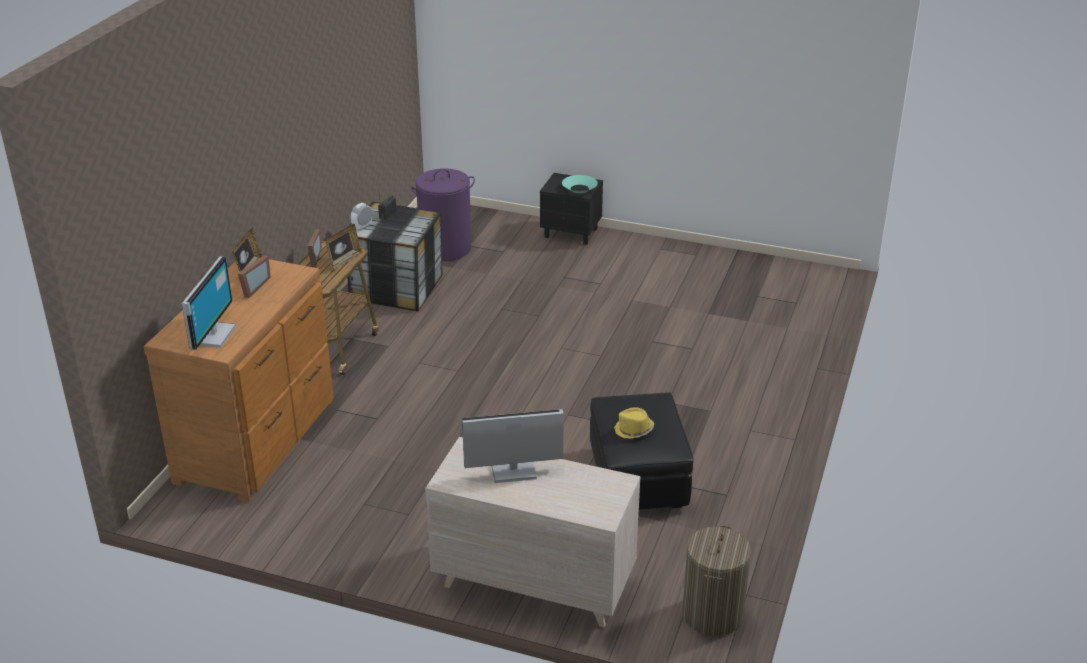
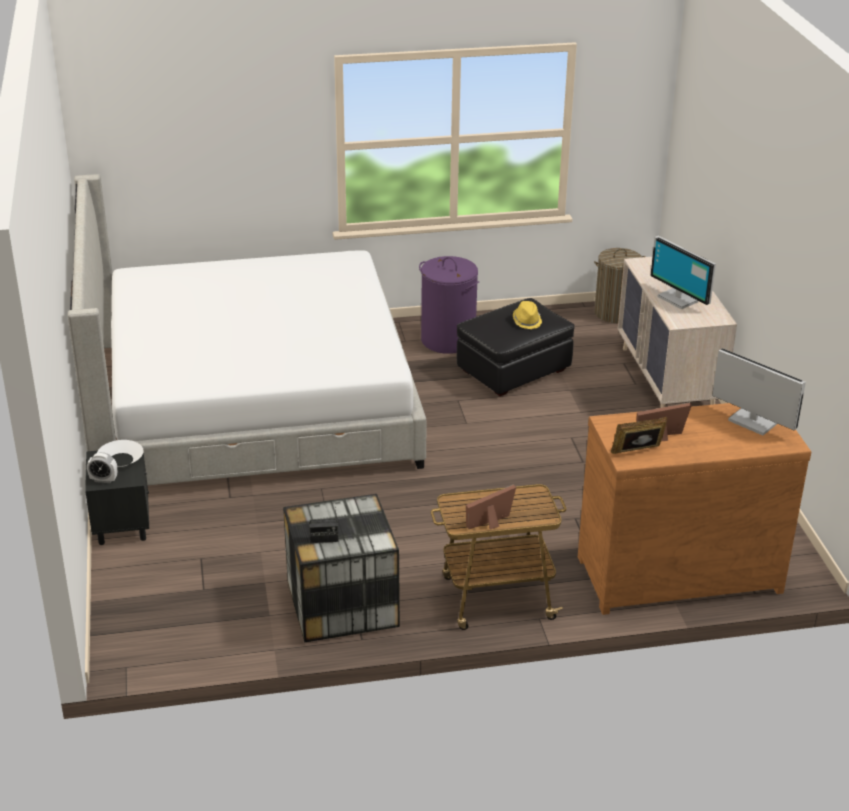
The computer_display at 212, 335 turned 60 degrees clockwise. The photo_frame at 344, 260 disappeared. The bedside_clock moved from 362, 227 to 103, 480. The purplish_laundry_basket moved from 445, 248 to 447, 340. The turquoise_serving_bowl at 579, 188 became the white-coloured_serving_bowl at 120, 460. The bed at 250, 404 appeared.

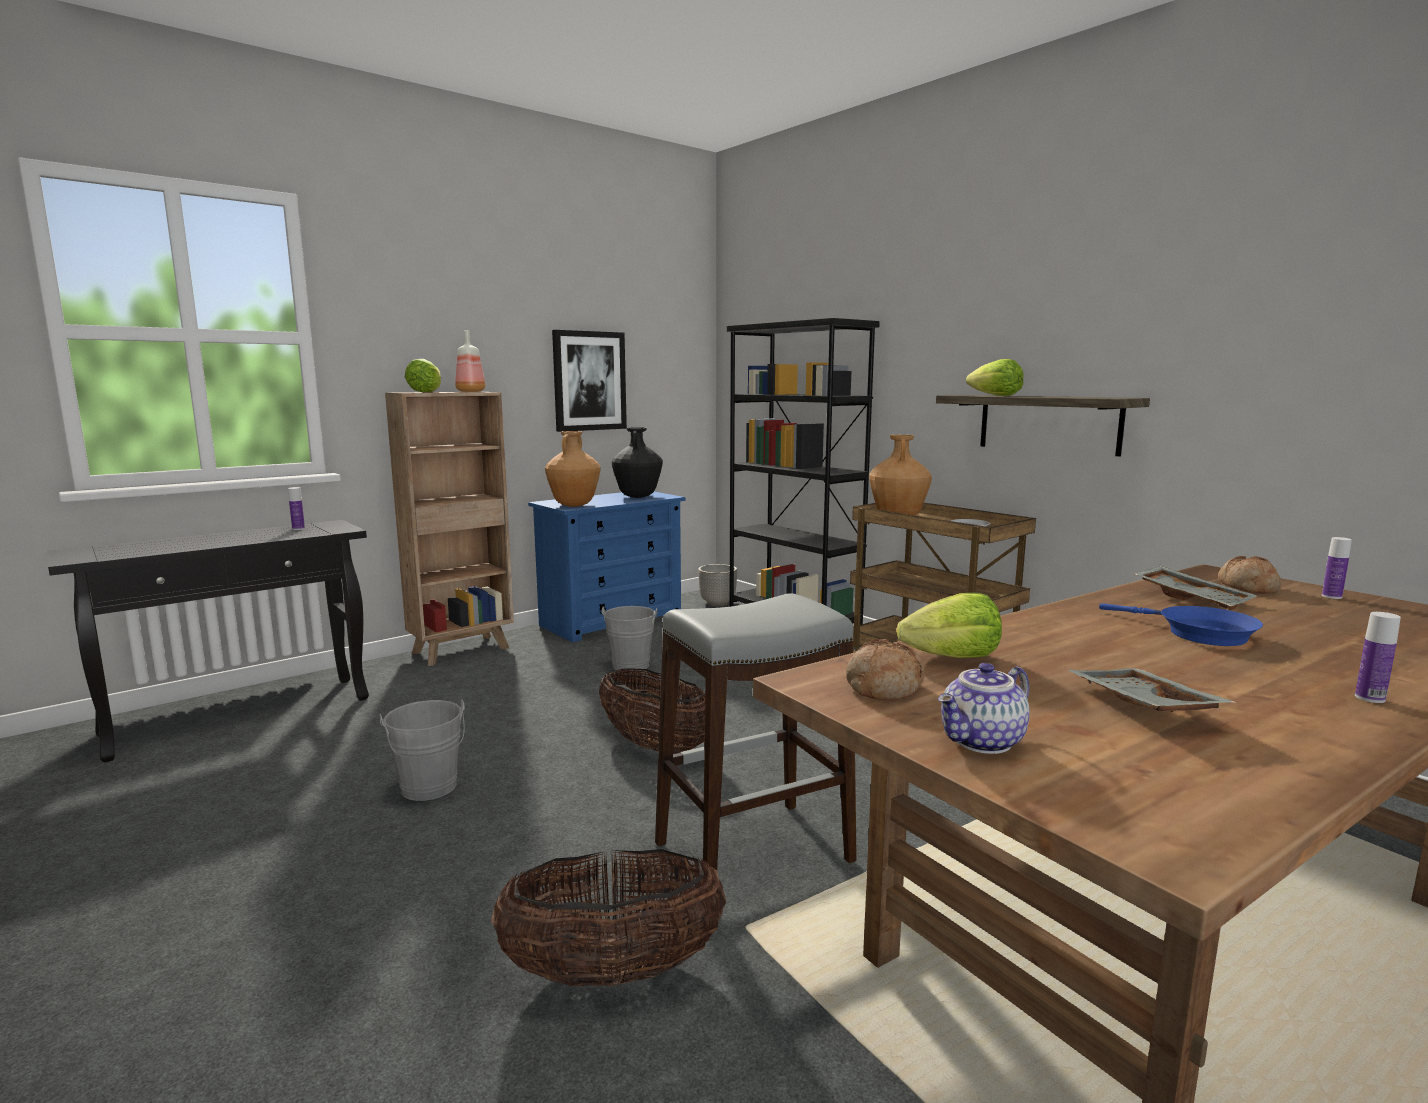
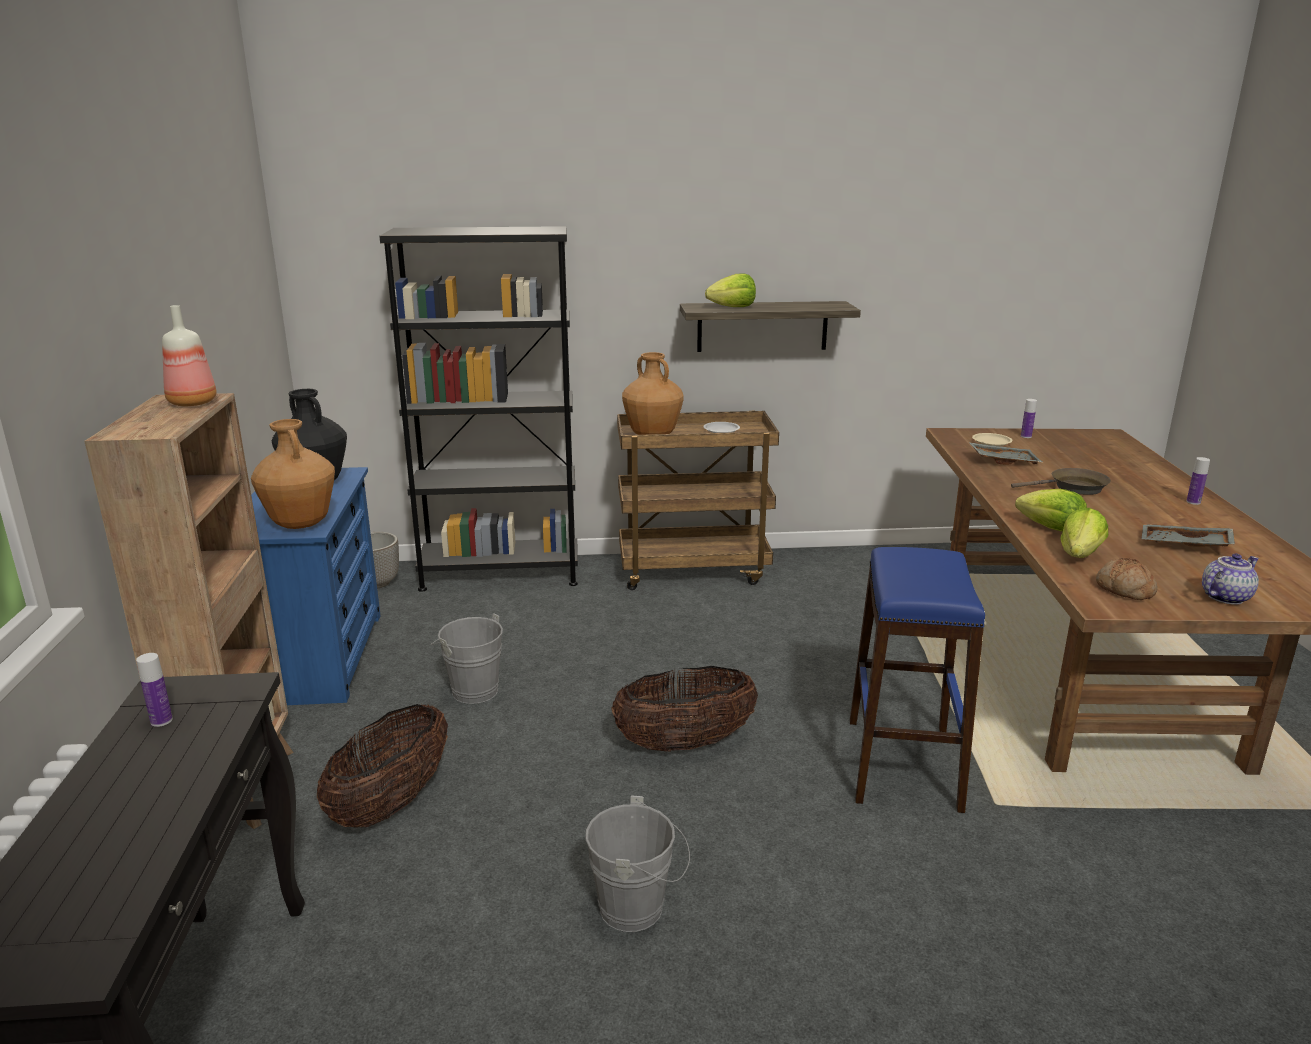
The lettuce_head moved from 426, 392 to 1050, 528. The basket moved from 612, 972 to 391, 803. The wall_picture at 589, 381 disappeared. The greyish_stool_seat at 754, 851 became the blue_stool_seat at 902, 763. The tea_pot at 983, 742 turned 120 degrees counterclockwise. The blue_frying_pan at 1198, 633 became the brown_frying_pan at 1073, 488. The baked_bread at 1247, 587 was replaced by the sand-coloured_flat_dish at 991, 442.

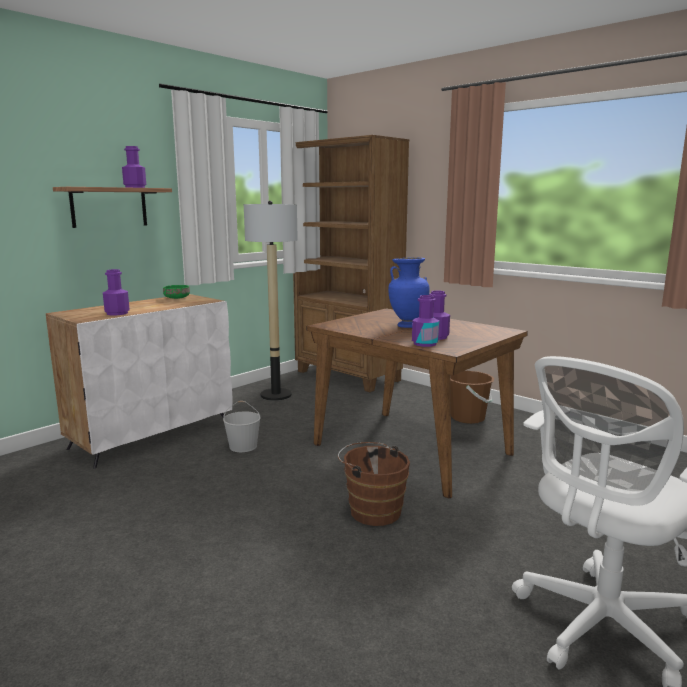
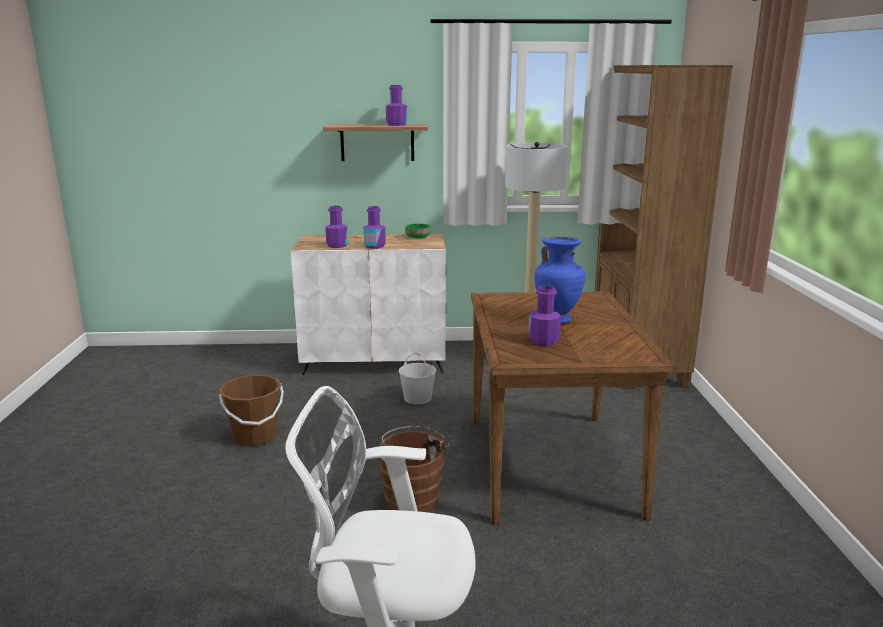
The purplish_beverage_bottle moved from 425, 343 to 374, 246. The brown_bucket moved from 468, 418 to 255, 436.

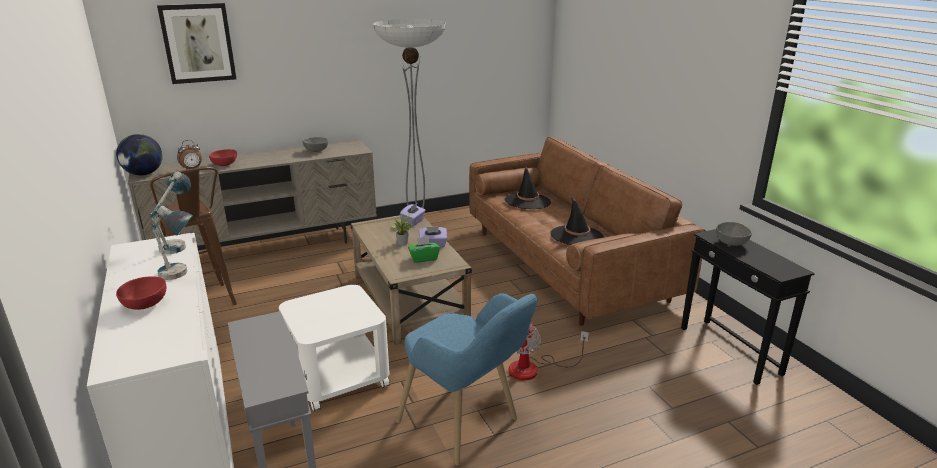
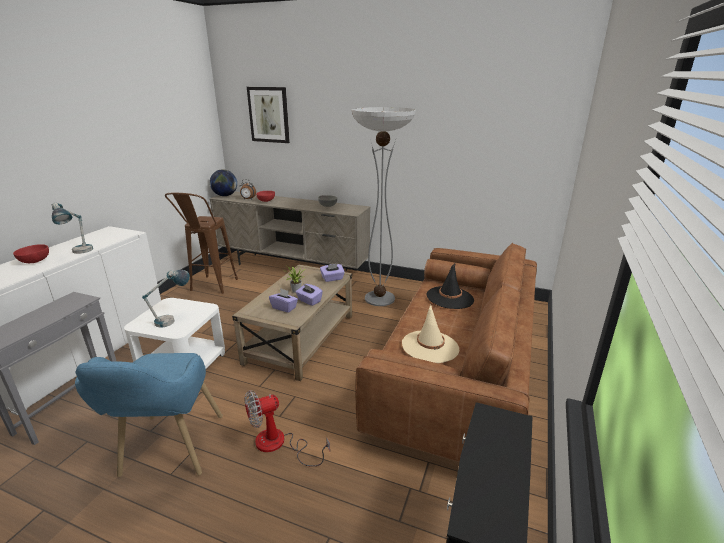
The table_lamp moved from 179, 243 to 173, 319. The green_box_of_tissues at 424, 258 became the purplish_box_of_tissues at 284, 307. The blackish_clothing_hat at 576, 236 became the sand-coloured_clothing_hat at 430, 346. The greyish_serving_bowl at 732, 243 disappeared.

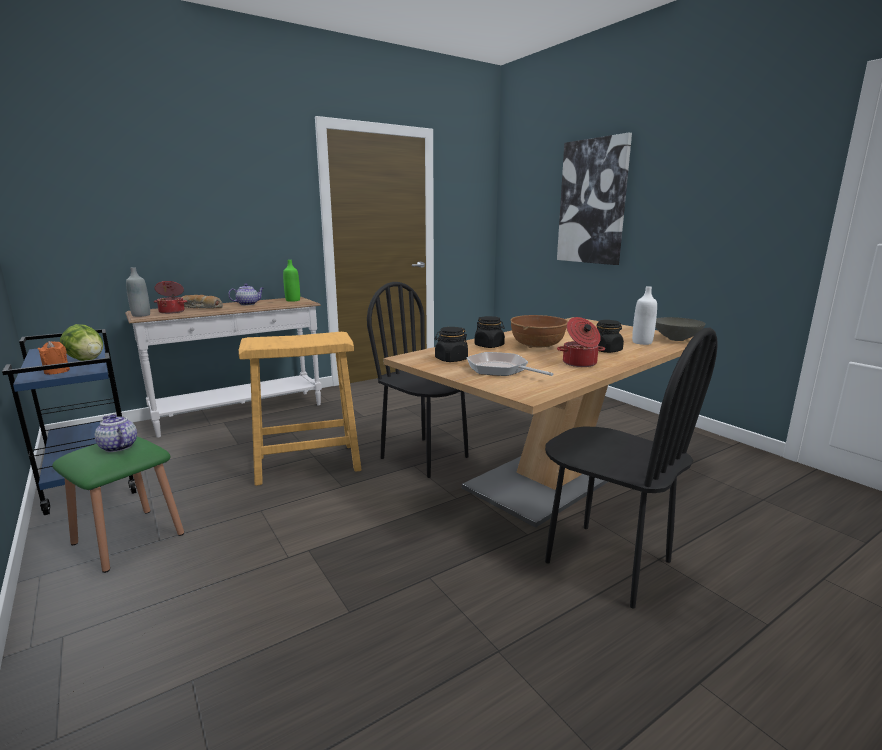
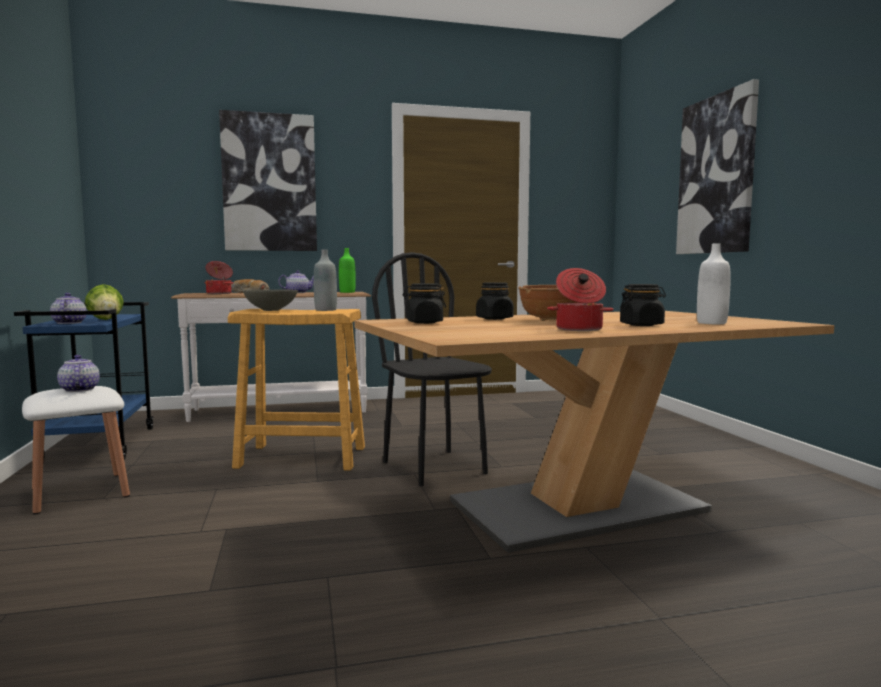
The orangey_wax_candle at 57, 371 was replaced by the tea_pot at 69, 323. The green_stool_seat at 128, 538 became the white-coloured_stool_seat at 80, 492. The greyish_beverage_bottle moved from 141, 315 to 325, 310. The frying_pan at 500, 370 disappeared. The blackish_upright_chair at 607, 562 disappeared. The greyish_serving_bowl moved from 677, 339 to 271, 310. The wall_picture at 269, 183 appeared.

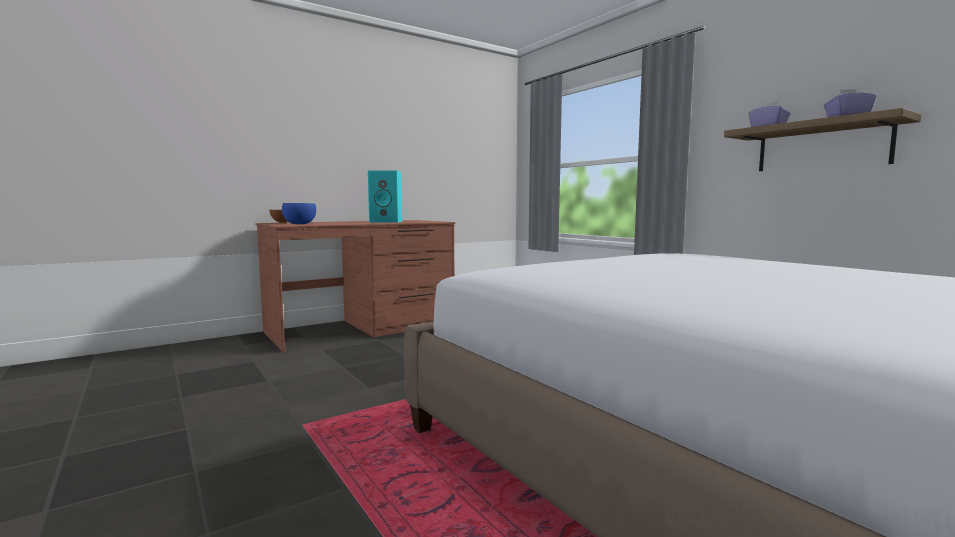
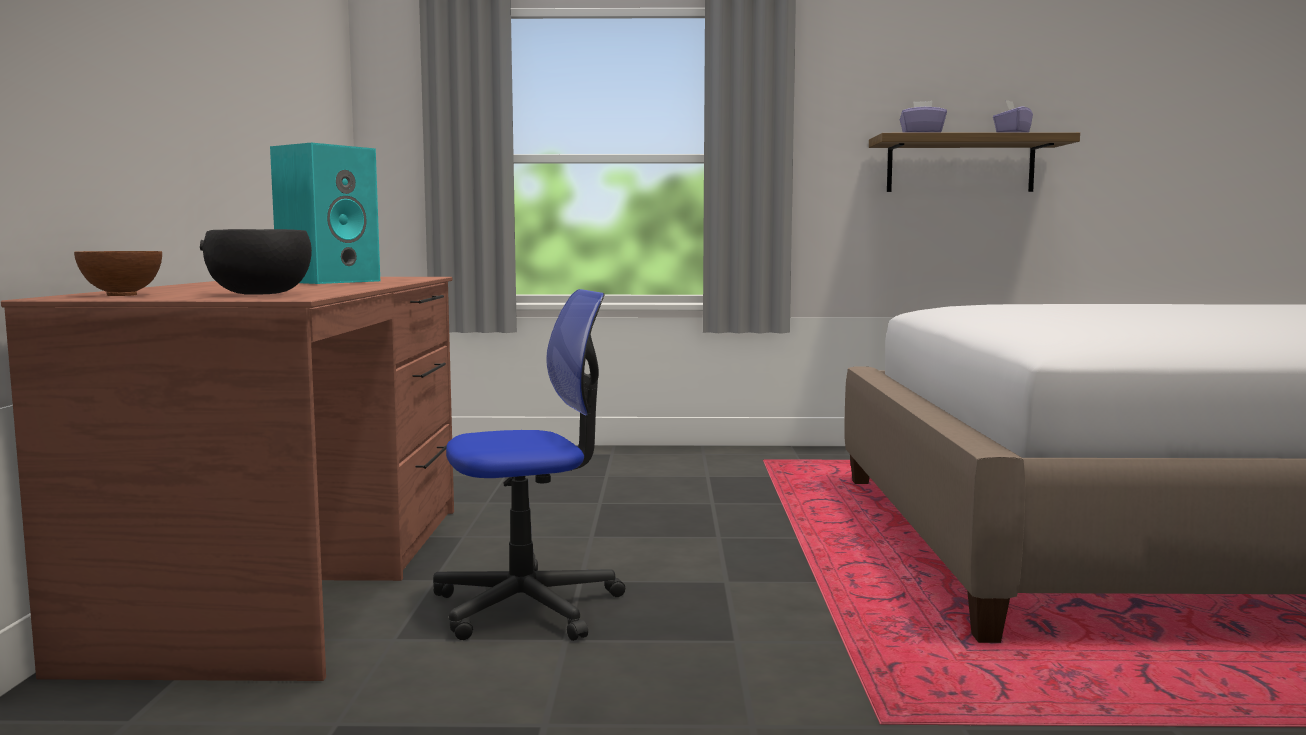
The blue_serving_bowl at 299, 224 became the blackish_serving_bowl at 260, 294. The office_chair at 527, 606 appeared.

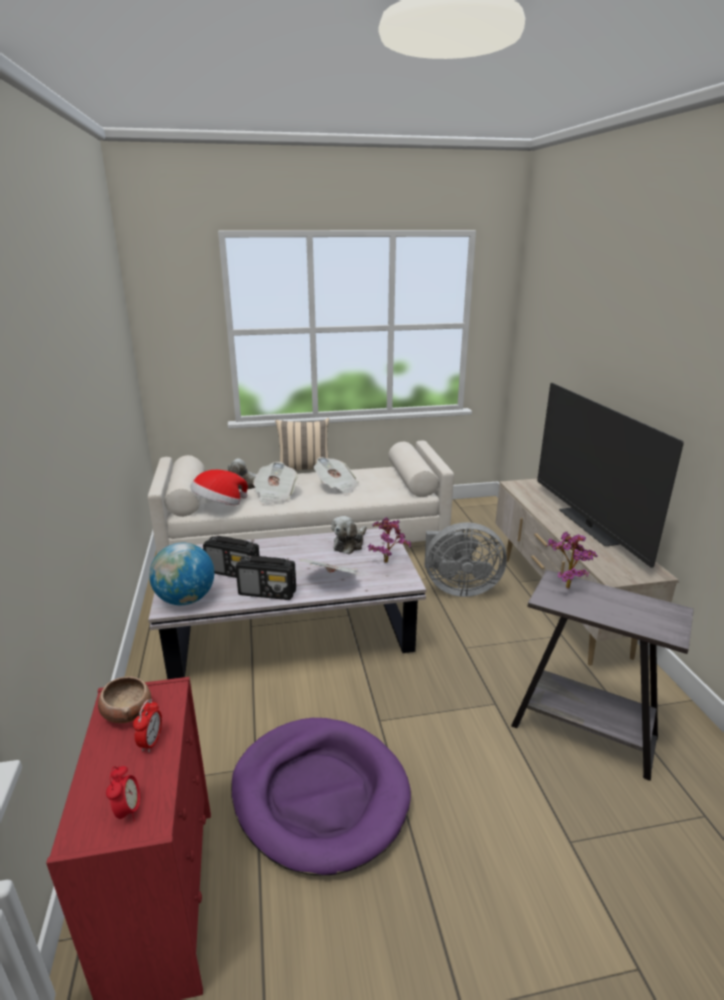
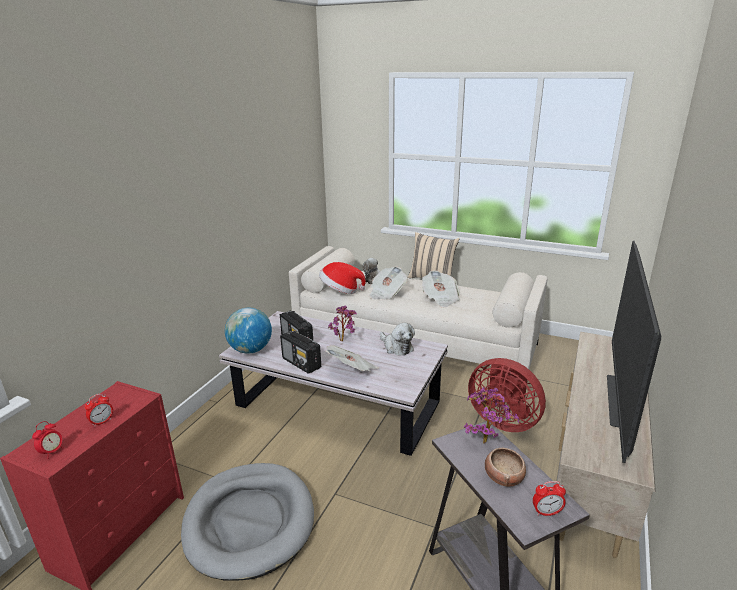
The serving_bowl moved from 127, 712 to 503, 477. The purplish_dog_cushion at 320, 795 became the greyish_dog_cushion at 250, 522. The cuddly_toy at 349, 544 turned 105 degrees counterclockwise. The potted_plant moved from 387, 561 to 344, 340. The greyish_electric_fan at 458, 588 became the red_electric_fan at 503, 420. The bedside_clock at 546, 512 appeared.

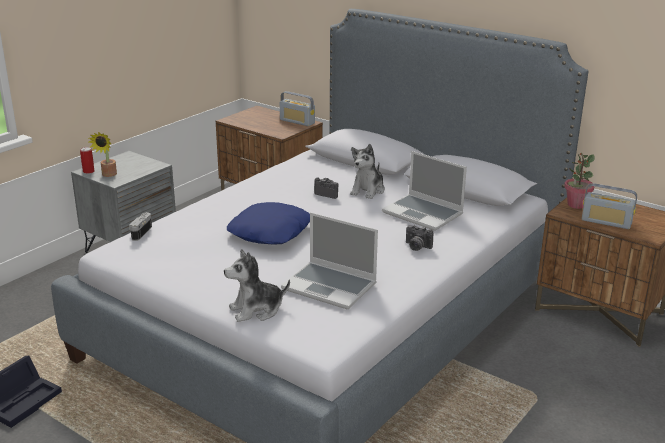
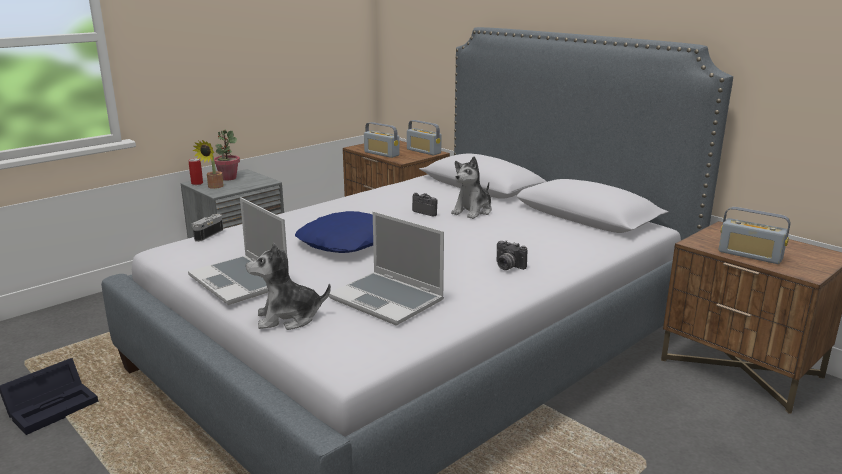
The laptop moved from 424, 214 to 241, 282. The potted_plant moved from 576, 205 to 228, 178. The radio_set at 381, 154 appeared.

